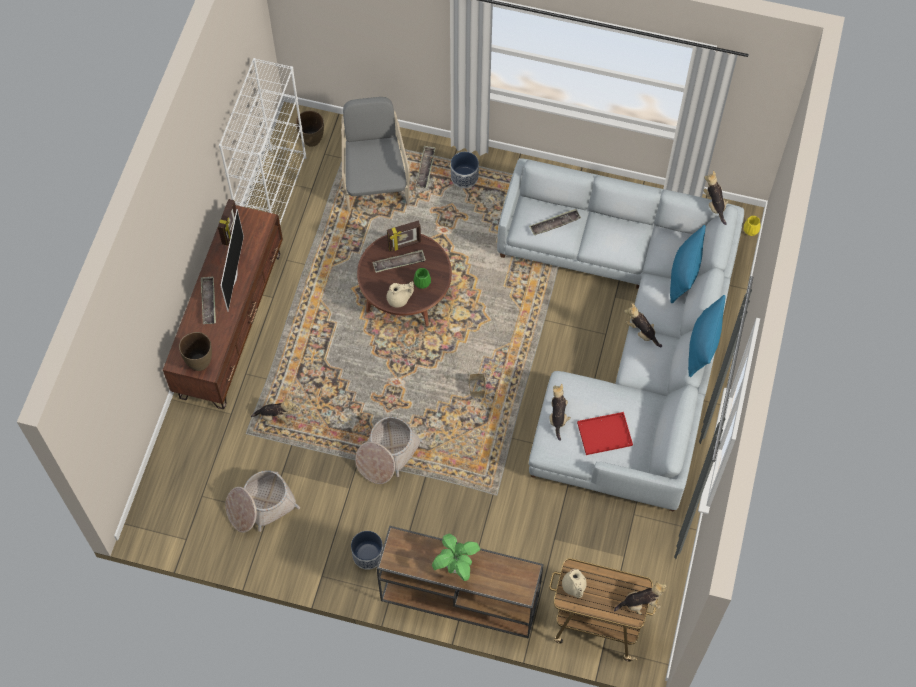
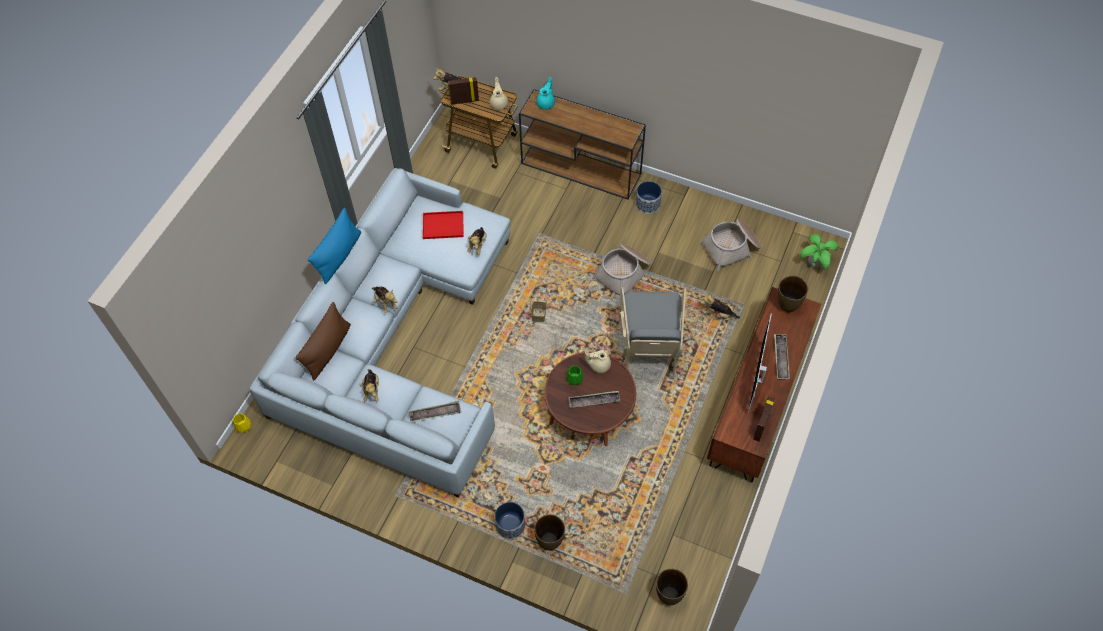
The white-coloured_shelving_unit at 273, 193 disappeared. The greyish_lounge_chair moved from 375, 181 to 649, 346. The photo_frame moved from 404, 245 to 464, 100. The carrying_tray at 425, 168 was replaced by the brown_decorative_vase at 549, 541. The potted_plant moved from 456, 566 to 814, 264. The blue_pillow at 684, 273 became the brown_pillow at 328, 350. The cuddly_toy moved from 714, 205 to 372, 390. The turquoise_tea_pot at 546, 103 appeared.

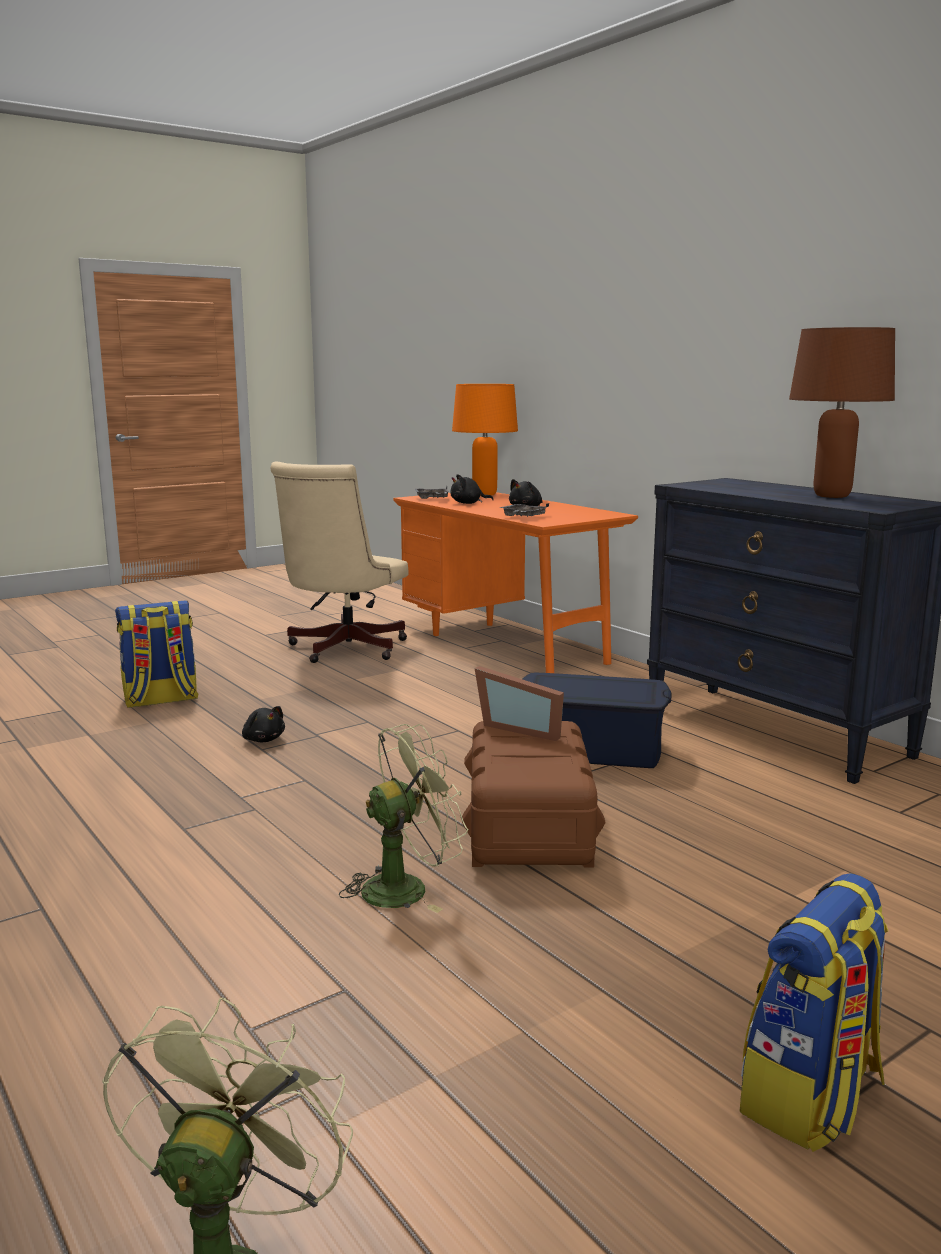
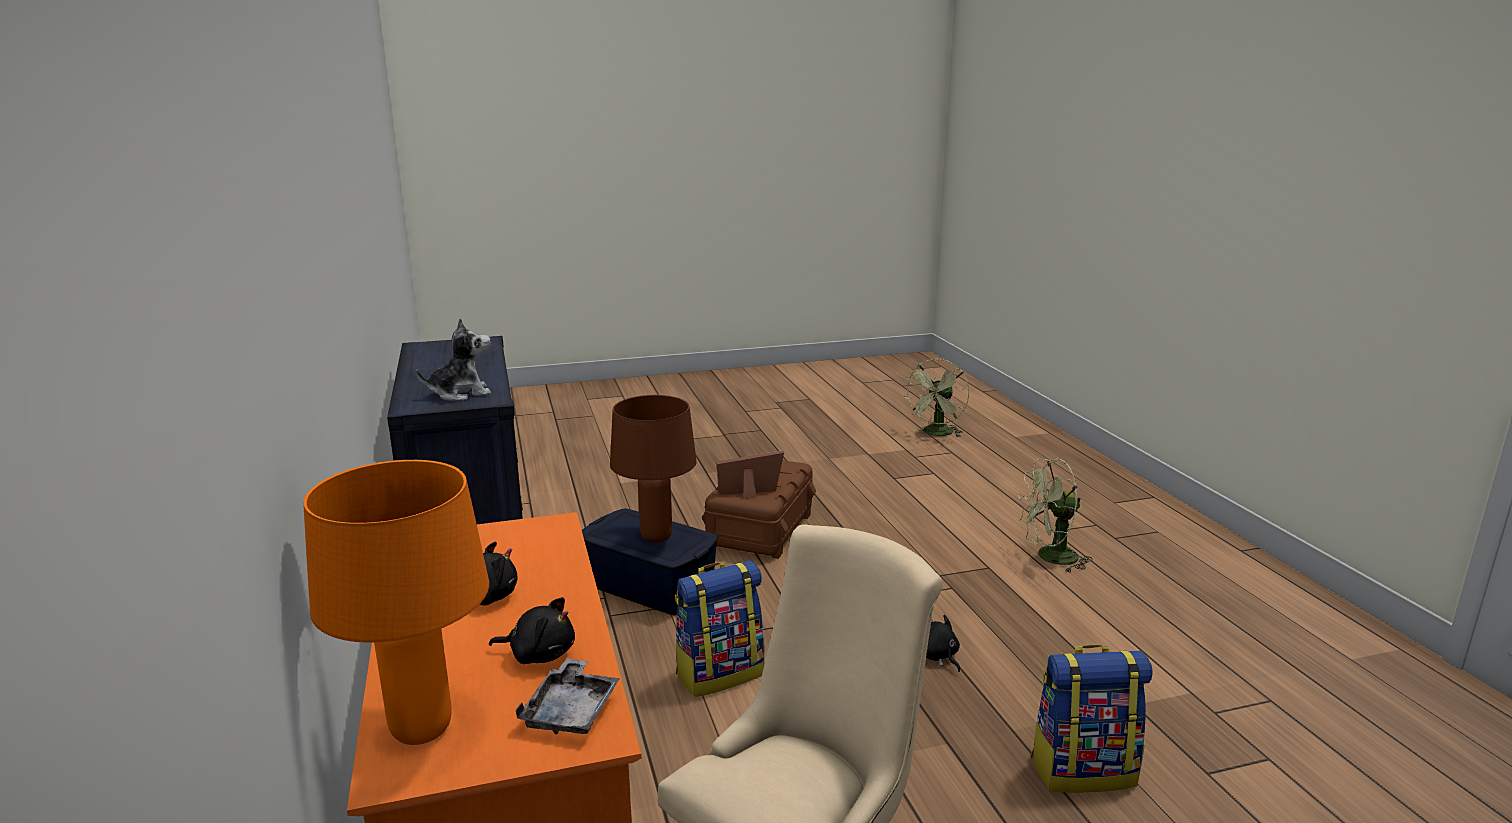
The green_electric_fan moved from 406, 887 to 1049, 558. The photo_frame at 521, 728 turned 60 degrees counterclockwise. The greyish_carrying_tray at 523, 517 disappeared. The rucksack moved from 811, 1097 to 719, 673. The brown_table_lamp moved from 832, 496 to 656, 537. The cuddly_toy at 461, 393 appeared.

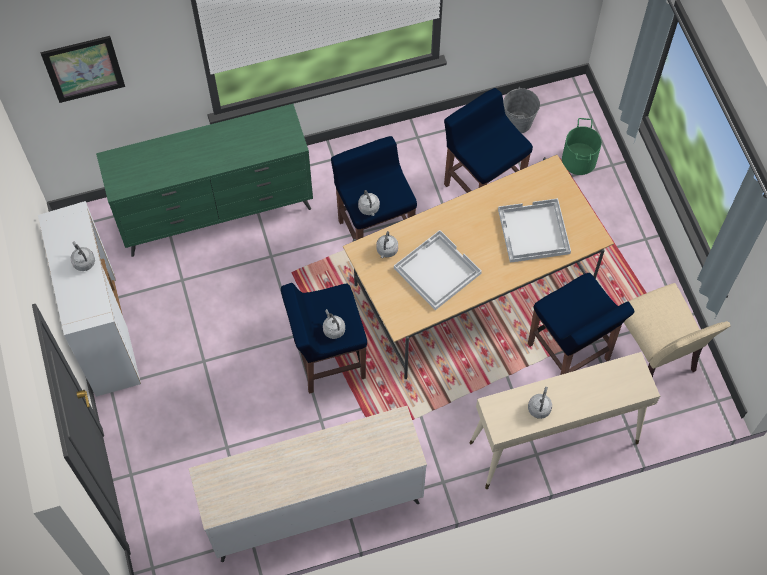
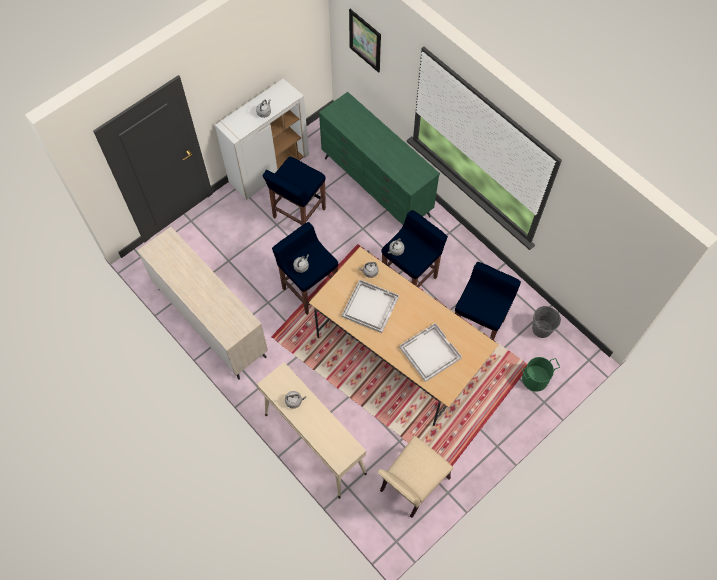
The blue_stool_seat moved from 569, 353 to 298, 213.

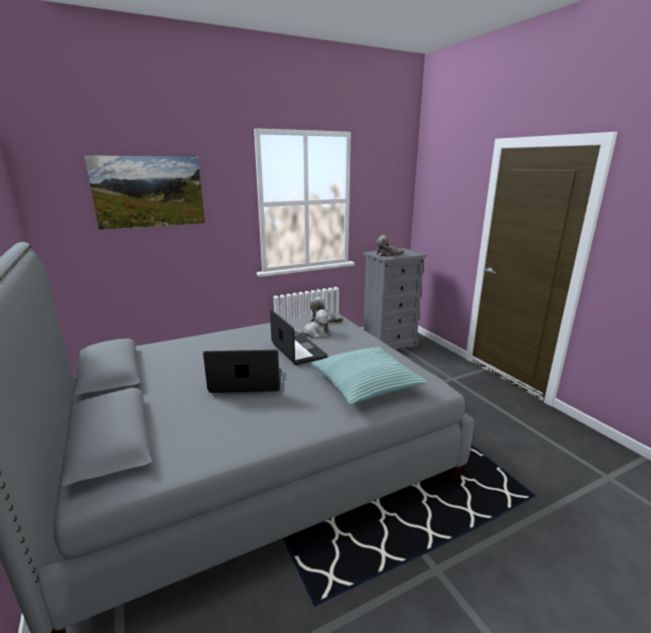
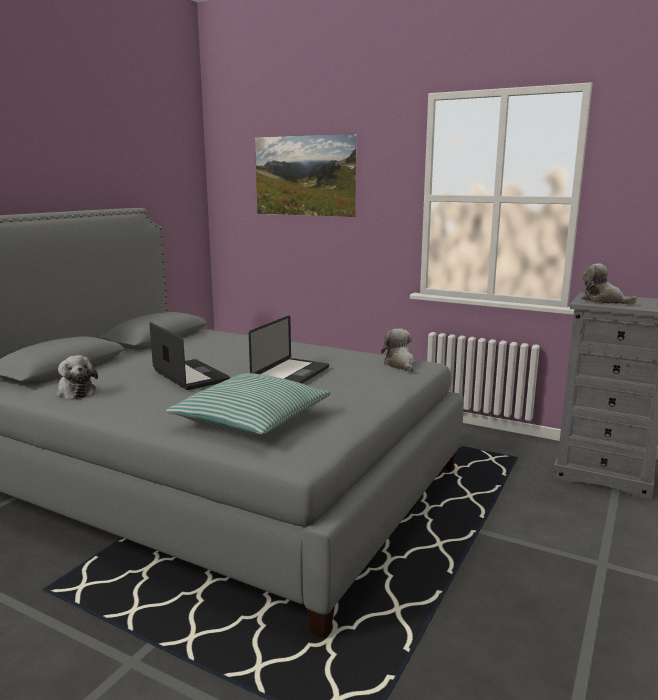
The cuddly_toy moved from 314, 334 to 75, 392.

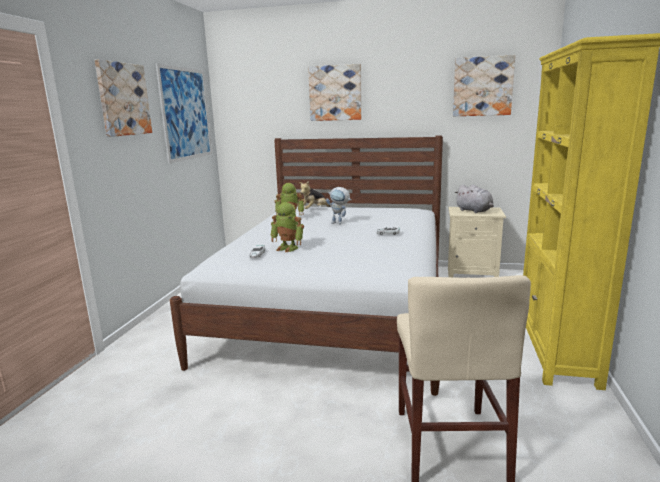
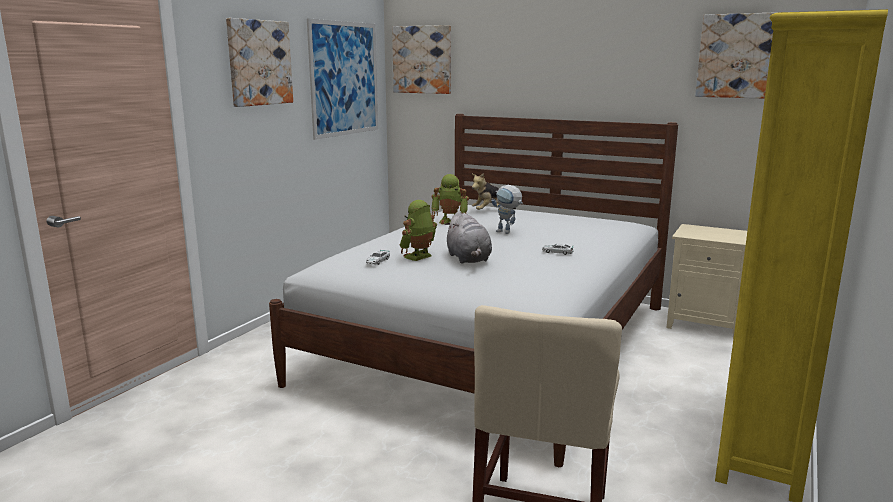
The model_robot at 288, 248 turned 90 degrees clockwise. The wall_picture moved from 335, 93 to 422, 59. The greyish_cuddly_toy moved from 474, 211 to 468, 259.

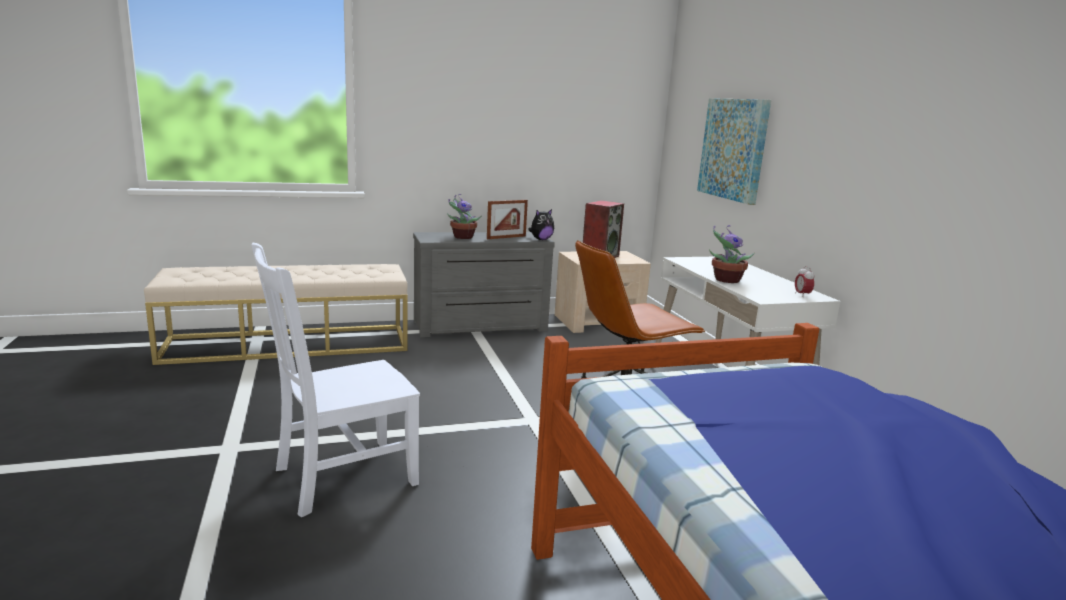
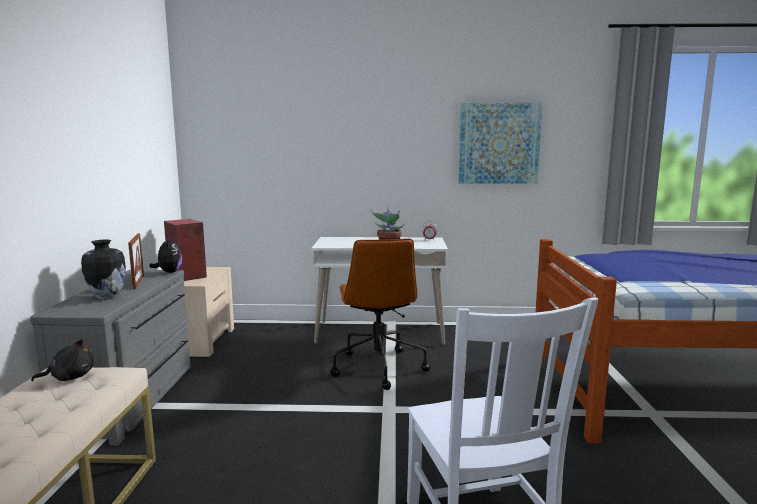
The potted_plant at 462, 237 was replaced by the decorative_vase at 106, 297. The wall_picture moved from 733, 149 to 499, 143. The blackish_cuddly_toy at 70, 377 appeared.

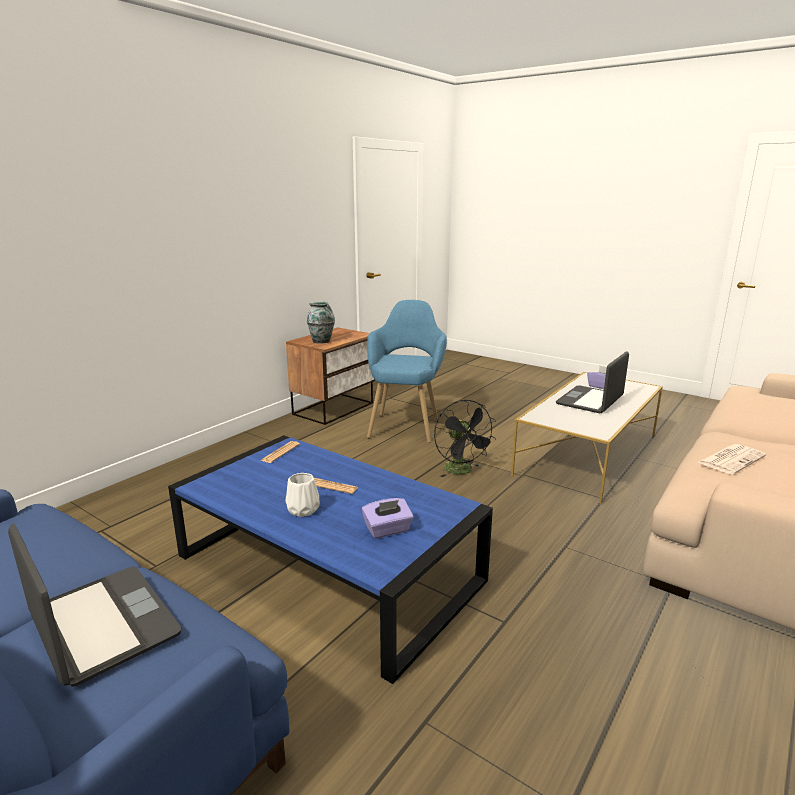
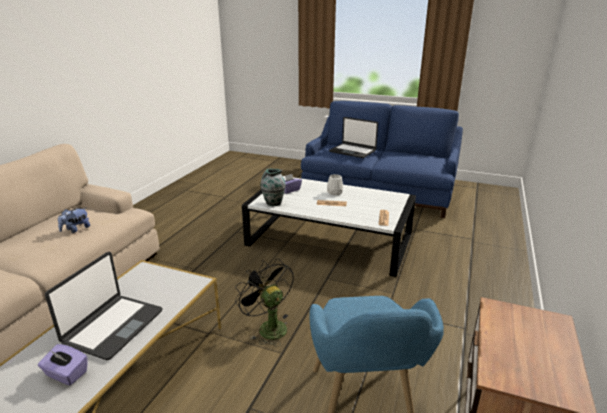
The blue_lounge_table at 326, 568 became the white-coloured_lounge_table at 330, 239. The decorative_vase moved from 322, 341 to 273, 203. The daily_paper at 731, 459 was replaced by the cuddly_toy at 76, 229.

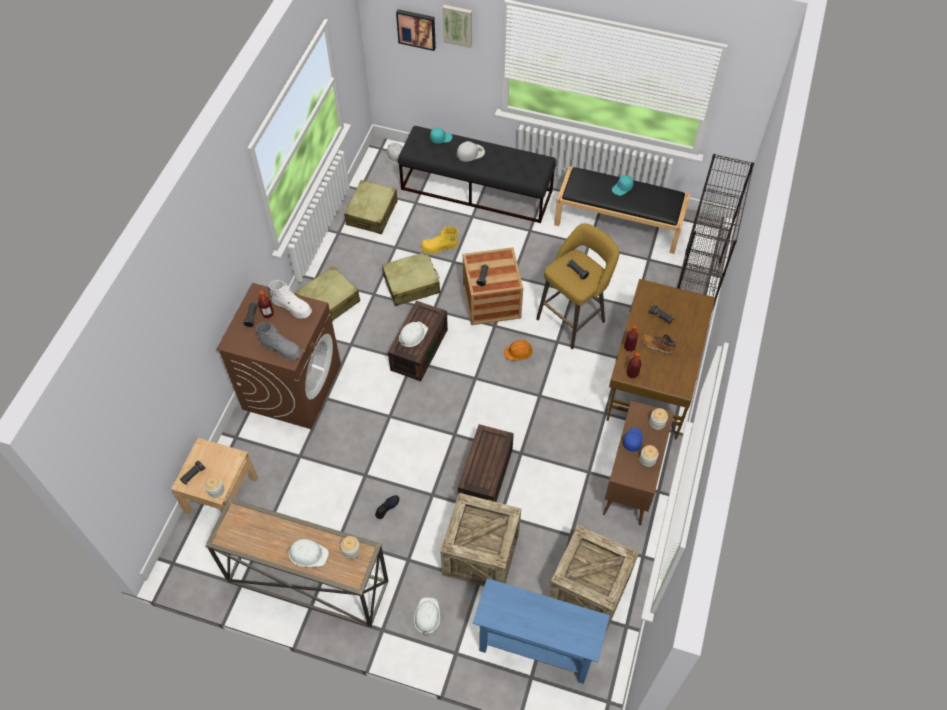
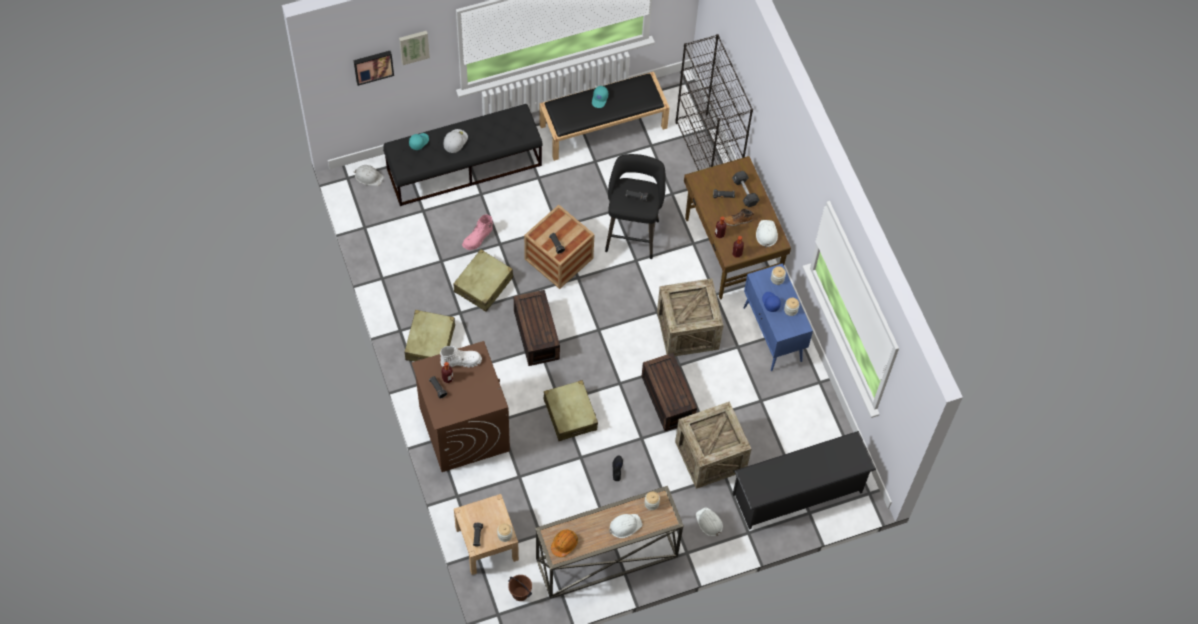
The greyish_tall_boot at 281, 348 disappeared. The sand-coloured_suitcase moved from 372, 213 to 570, 414. The white-coloured_work_helmet moved from 412, 335 to 766, 234. The yellowish_tall_boot at 439, 247 became the pinkish_tall_boot at 478, 238. The blue_hall_table at 535, 649 was replaced by the blackish_shoe_rack at 798, 493. The orangey_work_helmet moved from 518, 353 to 564, 544. The yellowish_stool_seat at 573, 318 became the blackish_stool_seat at 632, 232. The crate moved from 588, 589 to 687, 330. The brown_cabinet at 631, 483 became the blue_cabinet at 773, 335. The brown_bucket at 520, 594 appeared. The blackish_dumbbell at 745, 192 appeared.

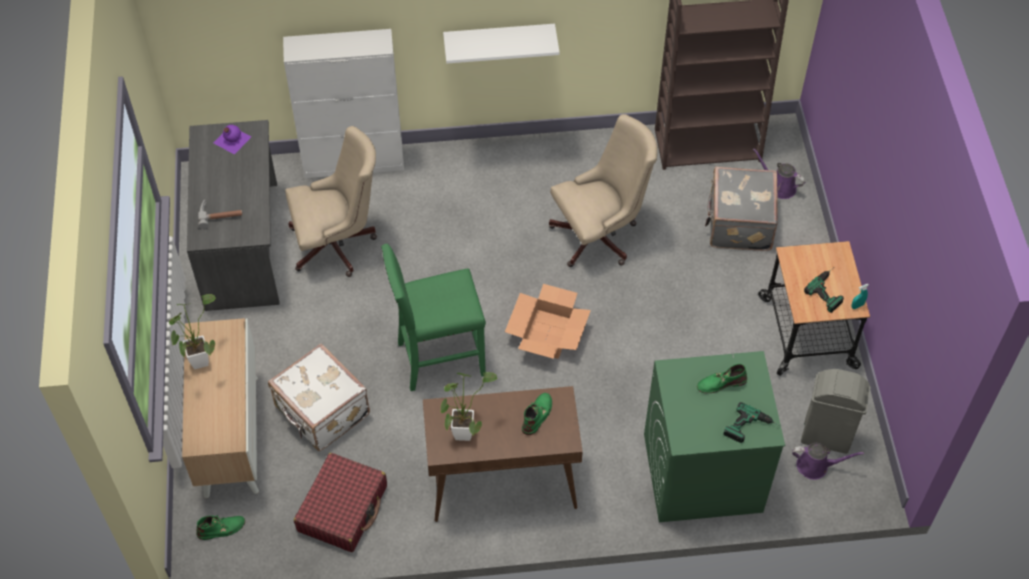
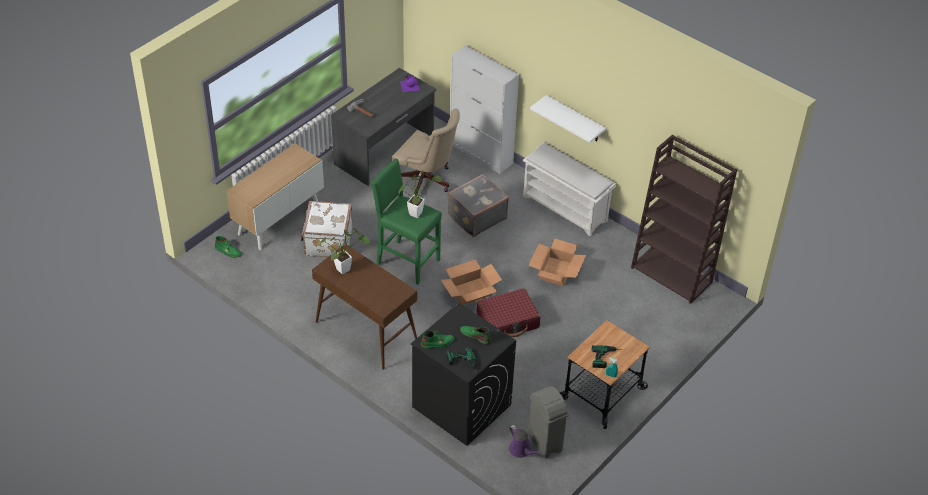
The potted_plant moved from 199, 358 to 417, 212. The red_suitcase moved from 343, 508 to 508, 321. The green_tall_boot moved from 537, 415 to 438, 343. The sand-coloured_office_chair at 600, 235 was replaced by the packing_box at 556, 271. The green_laundry_machine at 701, 473 became the blackish_laundry_machine at 461, 405. The greyish_suitcase moved from 738, 224 to 476, 217. The purplish_sprinkling_can at 779, 186 disappeared. The white-coloured_shoe_rack at 566, 208 appeared.

